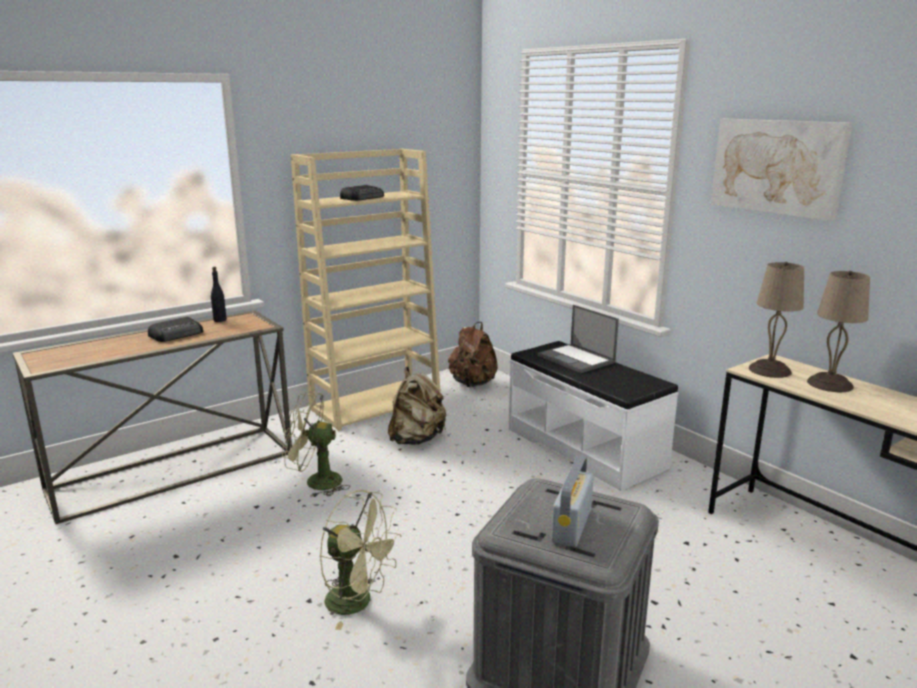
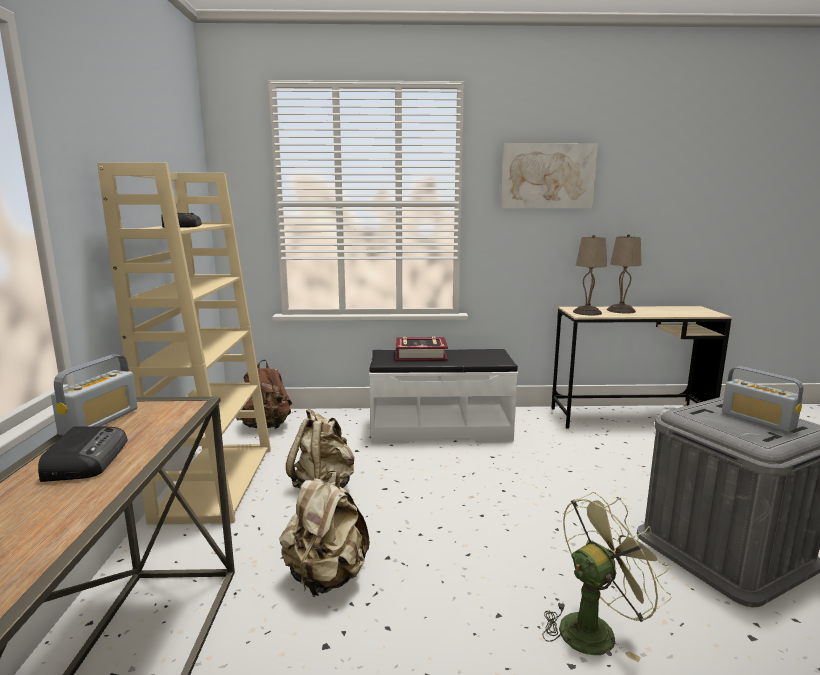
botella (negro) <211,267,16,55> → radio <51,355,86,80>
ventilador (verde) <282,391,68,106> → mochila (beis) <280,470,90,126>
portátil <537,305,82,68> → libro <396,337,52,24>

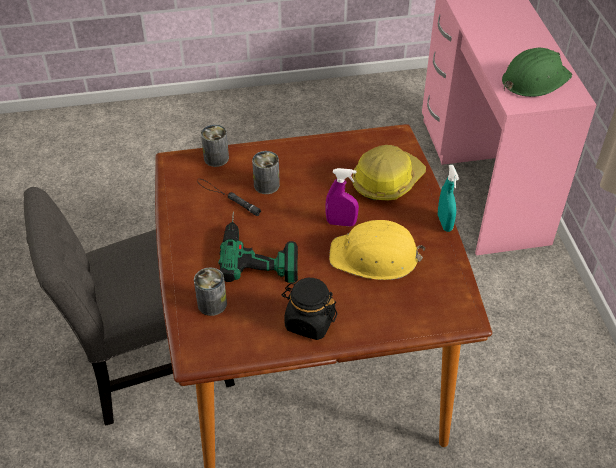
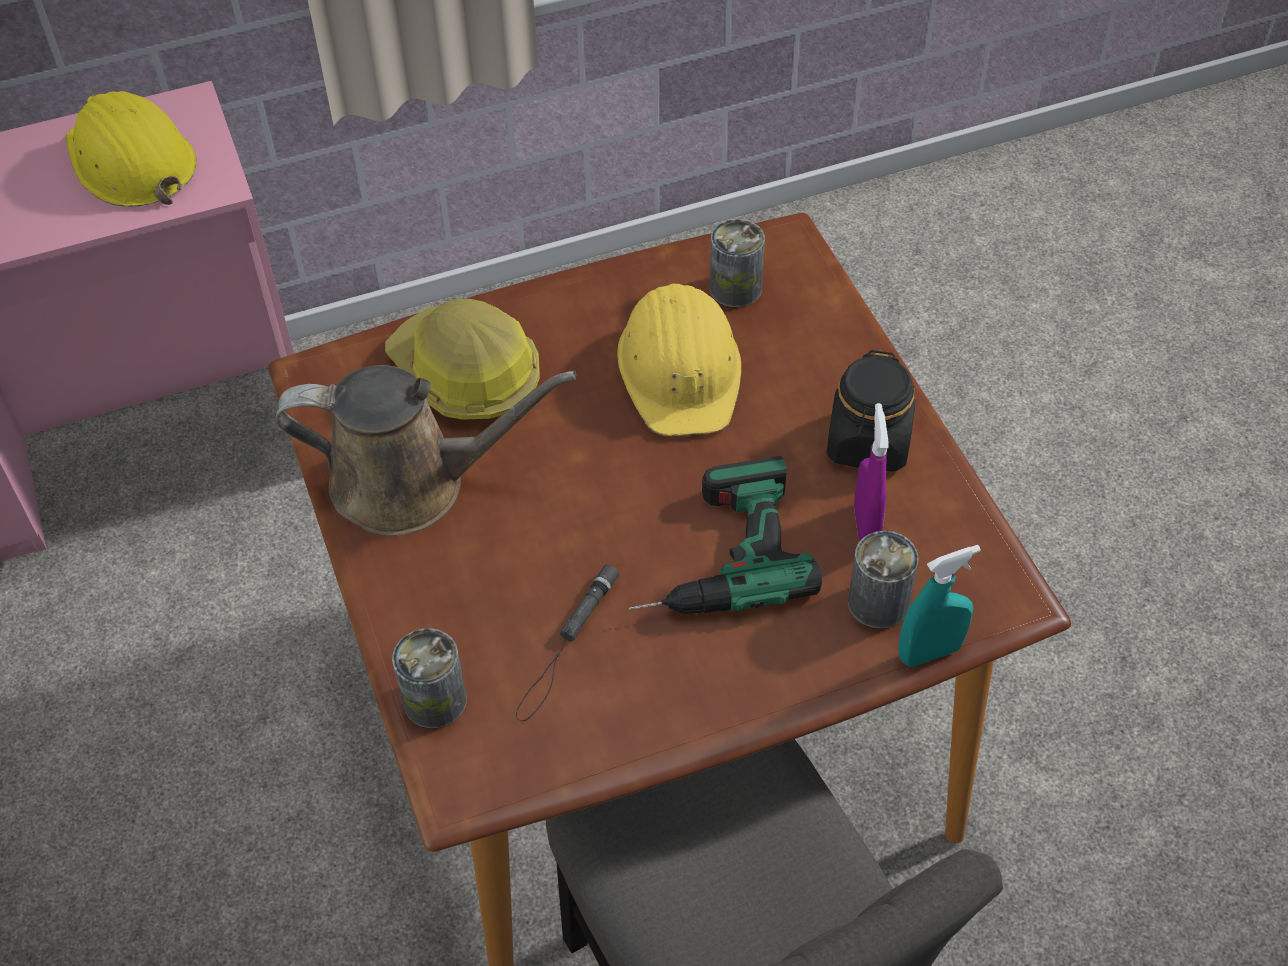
casco (verde) <502,48,70,49> → casco (amarillo) <66,91,131,116>
- → regadera (marrón) <275,365,301,171>
lata <252,151,28,43> → lata <710,219,55,89>, relocated
pulverizador (morado) <325,168,34,59> → pulverizador (morado) <854,403,35,139>, relocated
pulverizador (turquesa) <438,165,21,67> → pulverizador (turquesa) <898,545,83,122>, relocated

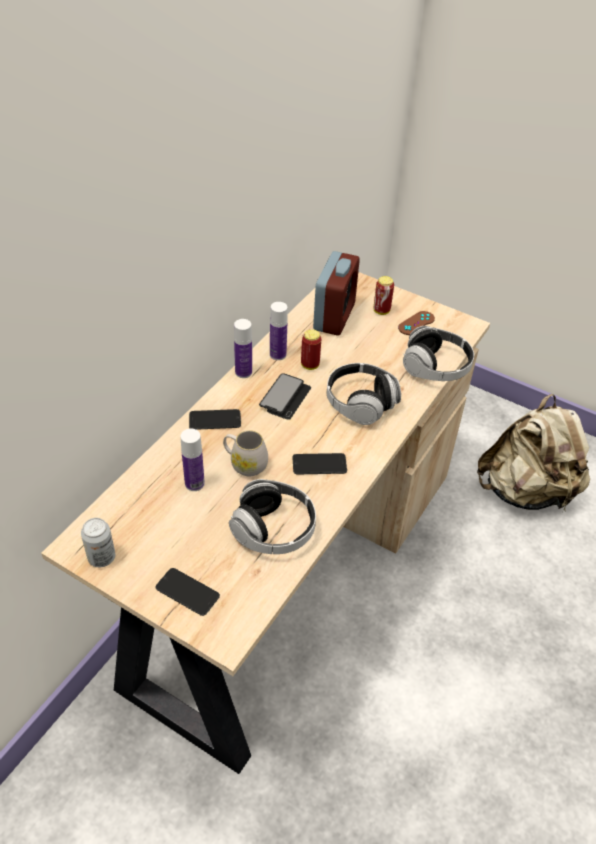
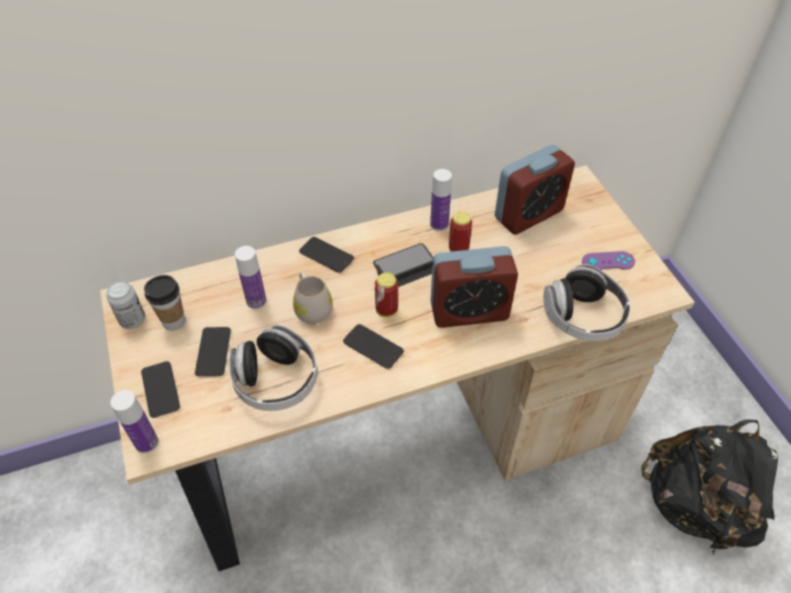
botella <234,319,18,59> → botella <110,390,48,63>, relocated
- → taza <144,275,41,56>
- → móvil <195,327,36,50>
lata <374,276,20,39> → lata <375,272,23,45>, relocated
auriculares <327,363,74,62> → despertador <430,246,88,82>
mando de consola (marrón) <398,311,37,24> → mando de consola (morado) <582,251,53,19>
mochila (beis) <477,394,113,117> → mochila (negro) <641,420,137,135>

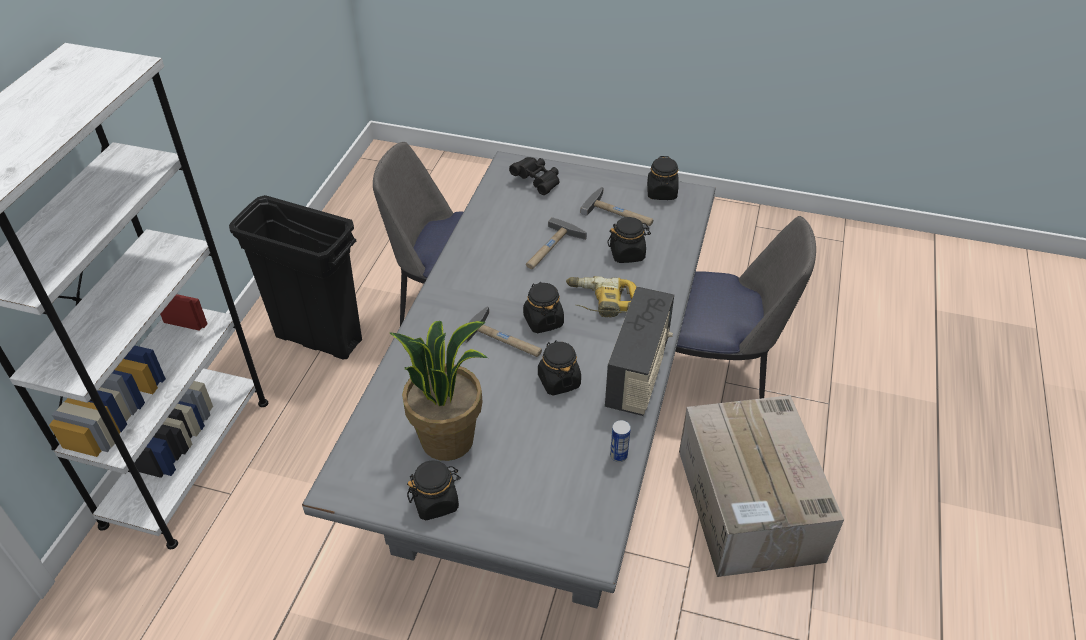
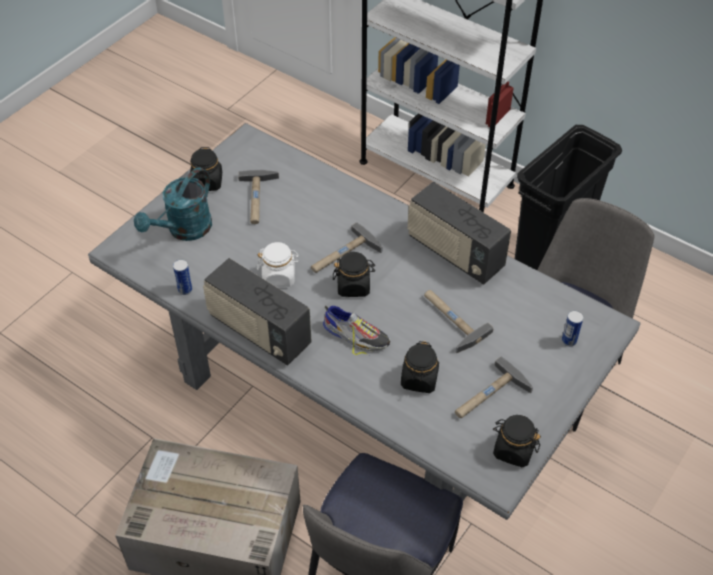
- → regadera (turquesa) <134,167,78,74>
planta en maceta <389,321,99,140> → martillo <238,170,41,54>
tarro (negro) <538,340,43,55> → tarro (blanco) <257,242,42,45>
taladro <566,276,71,41> → zapato <323,306,67,49>
- → radio <407,181,104,103>
prismáticos (negro) <509,157,51,38> → lata <562,311,21,36>

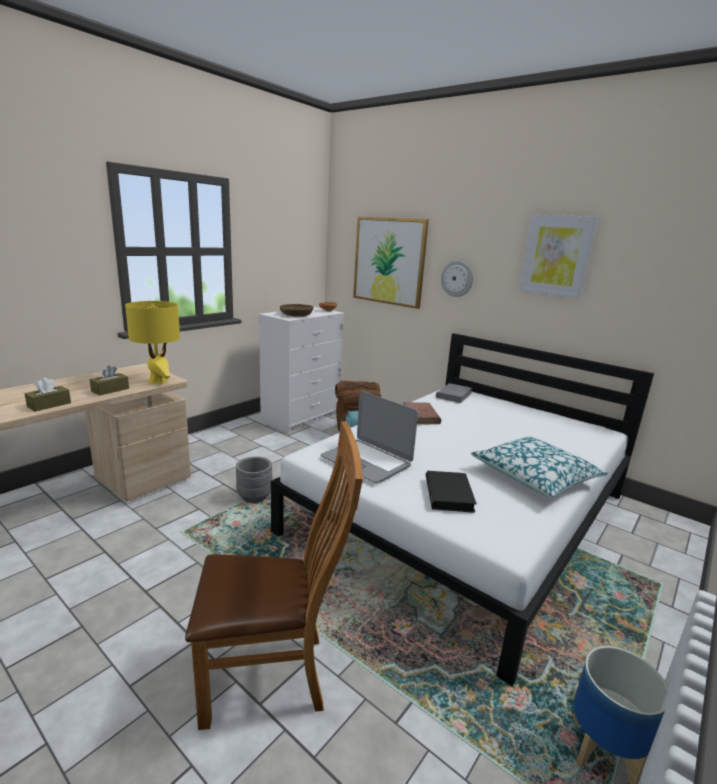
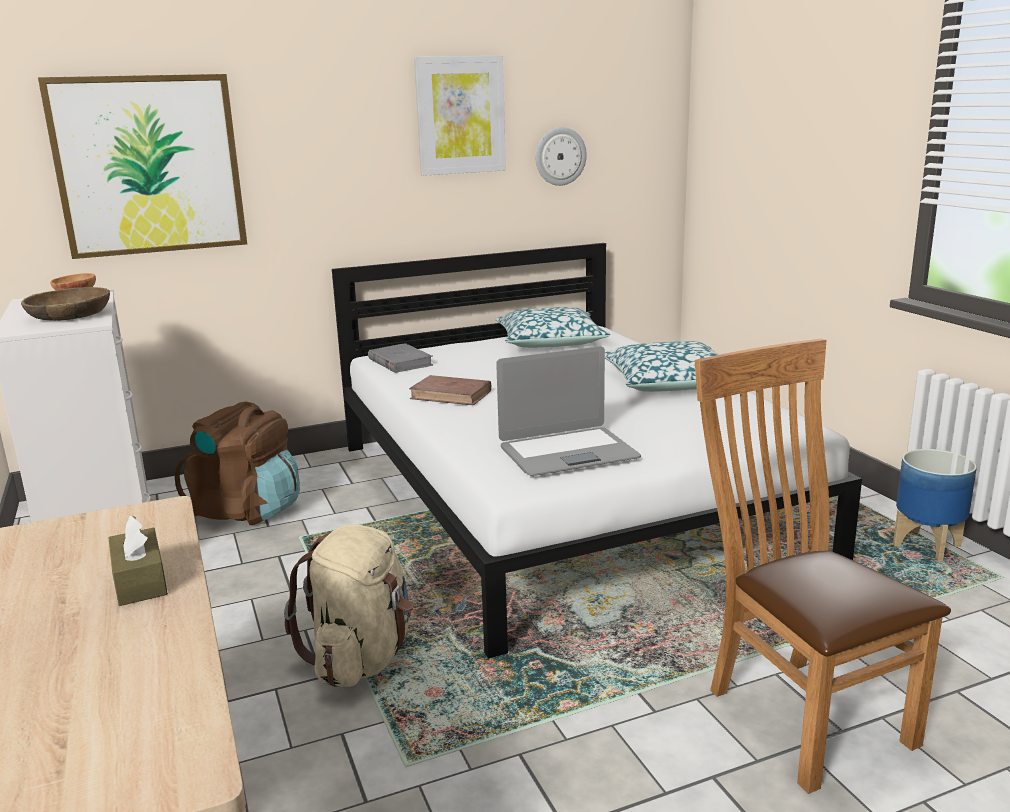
maceta (gris) <236,457,36,46> → mochila (beis) <284,525,129,162>
- → cojín <495,307,115,41>
reloj de pared <441,260,32,37> → reloj de pared <536,127,51,59>, relocated
silla (marrón) <185,421,178,309> → silla (marrón) <695,339,256,455>, 45 degrees counterclockwise
caja de pañuelos (marrón) <25,377,46,35> → -
lámpara de mesa (amarillo) <125,301,55,83> → -
libro (negro) <426,471,51,42> → -

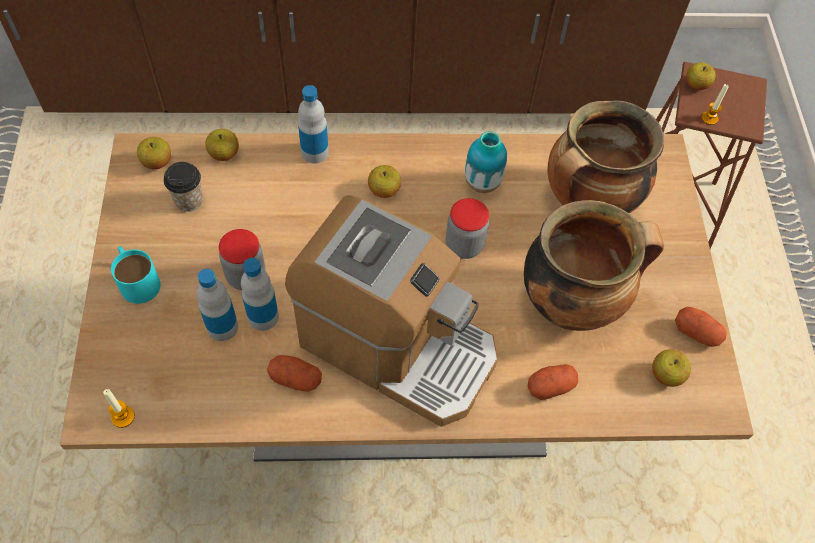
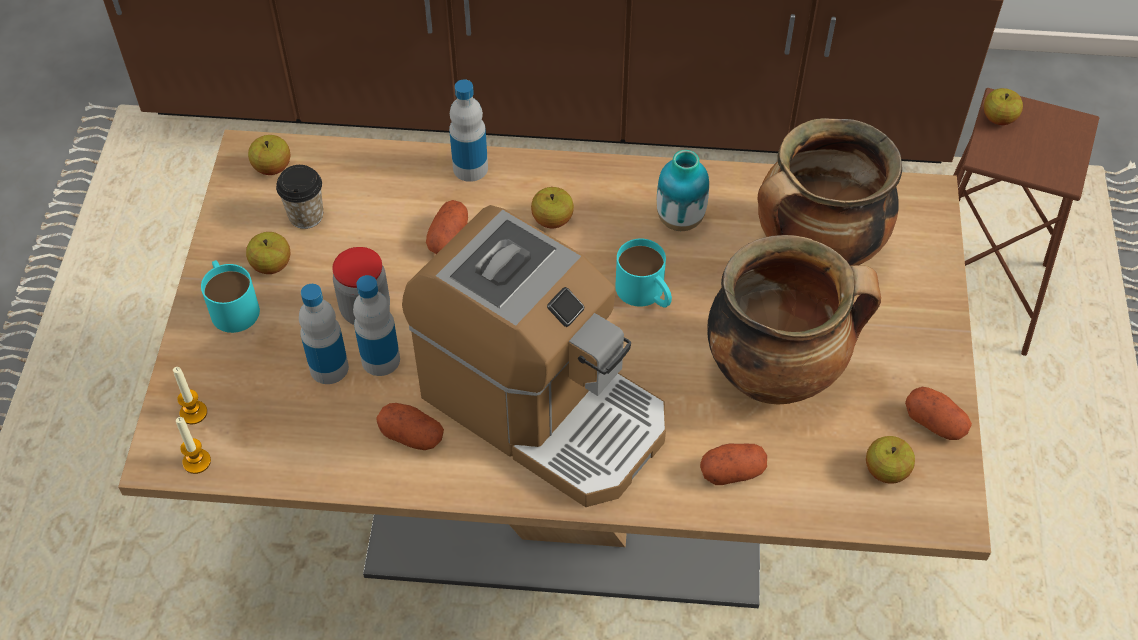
vela <701,84,28,41> → vela <173,367,34,57>, relocated
manzana <205,129,34,32> → manzana <246,232,45,42>, relocated
- → patata <426,200,42,54>
tarro <445,198,44,61> → taza grande (turquesa) <615,238,57,70>

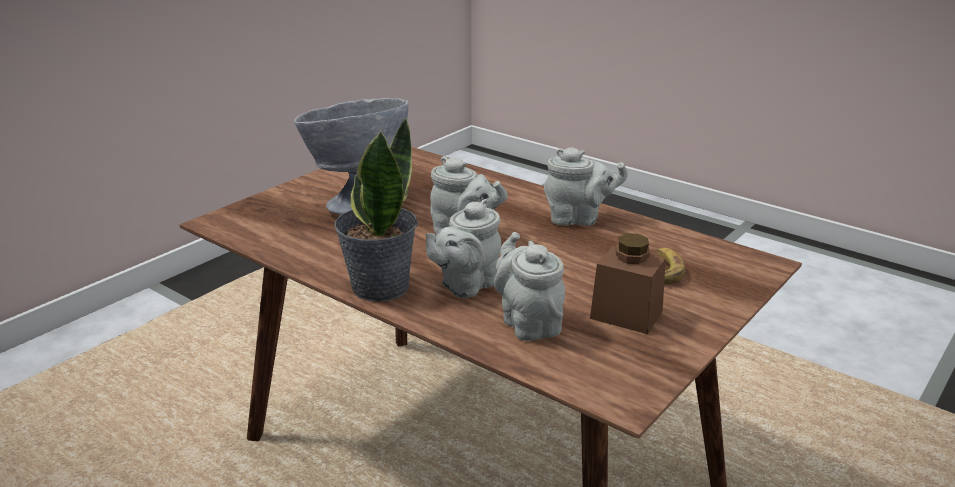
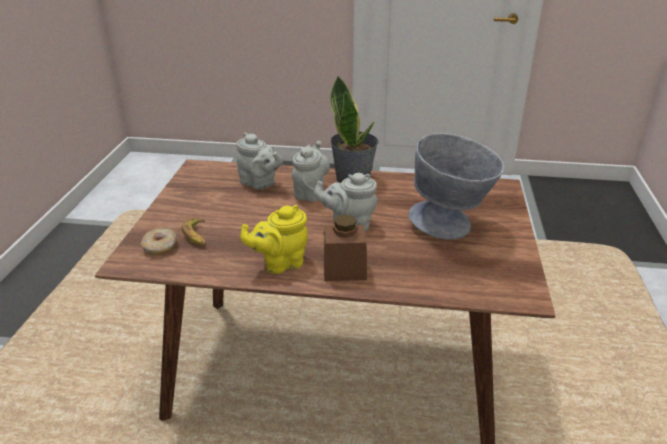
- → rosquilla <141,228,36,28>
tetera (gris) <544,147,84,79> → tetera (amarillo) <240,205,68,69>
tarro (marrón) <590,233,76,101> → tarro (marrón) <324,215,43,66>, relocated

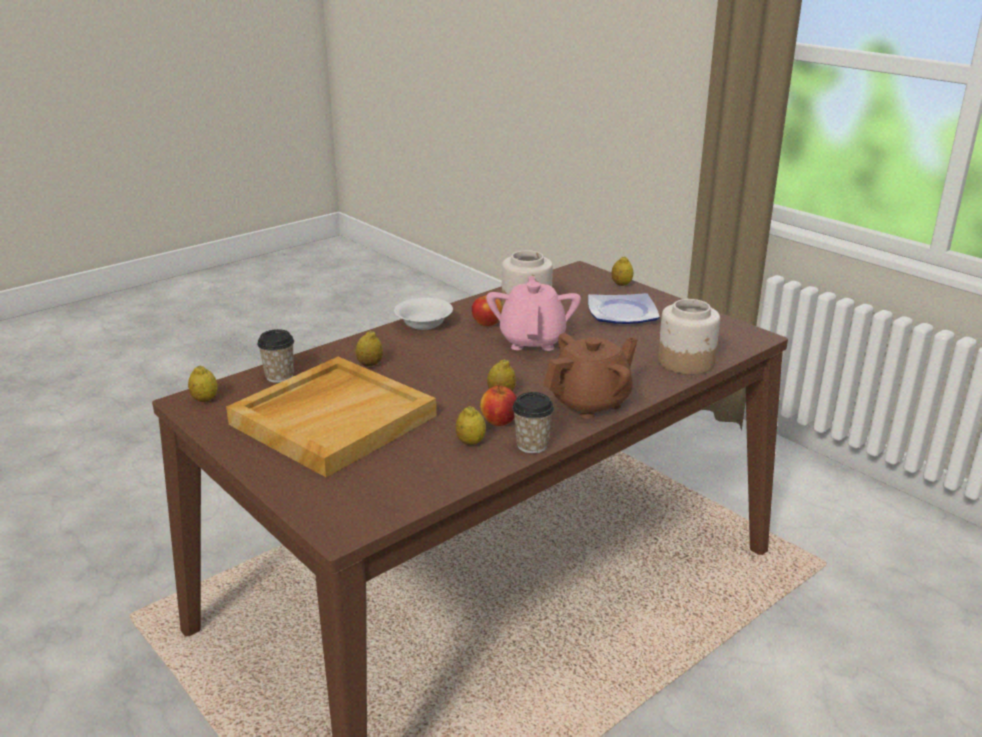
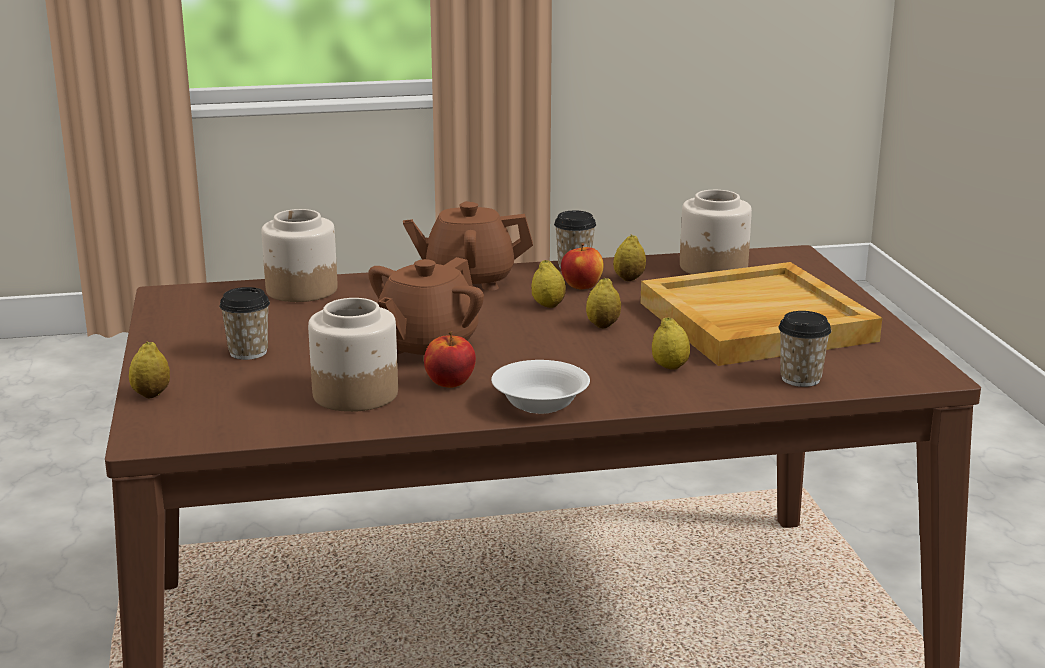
plato <588,293,72,31> → taza <219,287,51,73>
tetera (rosa) <486,276,95,75> → tetera (marrón) <368,257,116,105>
limón <188,365,30,37> → limón <586,278,35,51>, relocated
- → tarro <680,190,72,84>

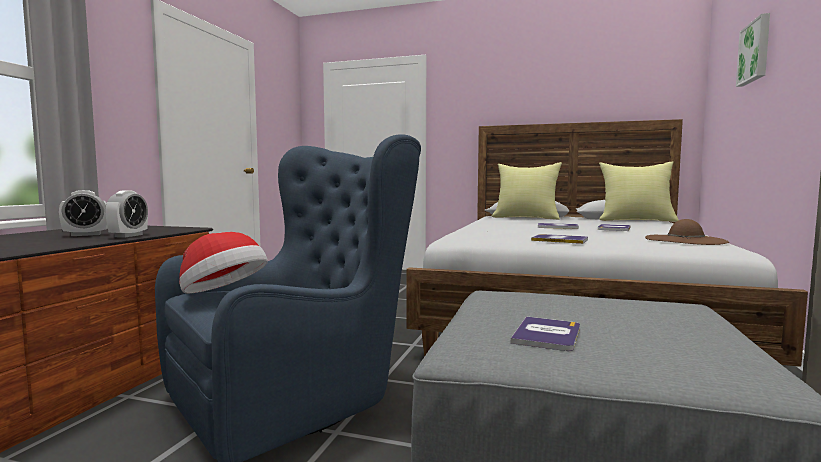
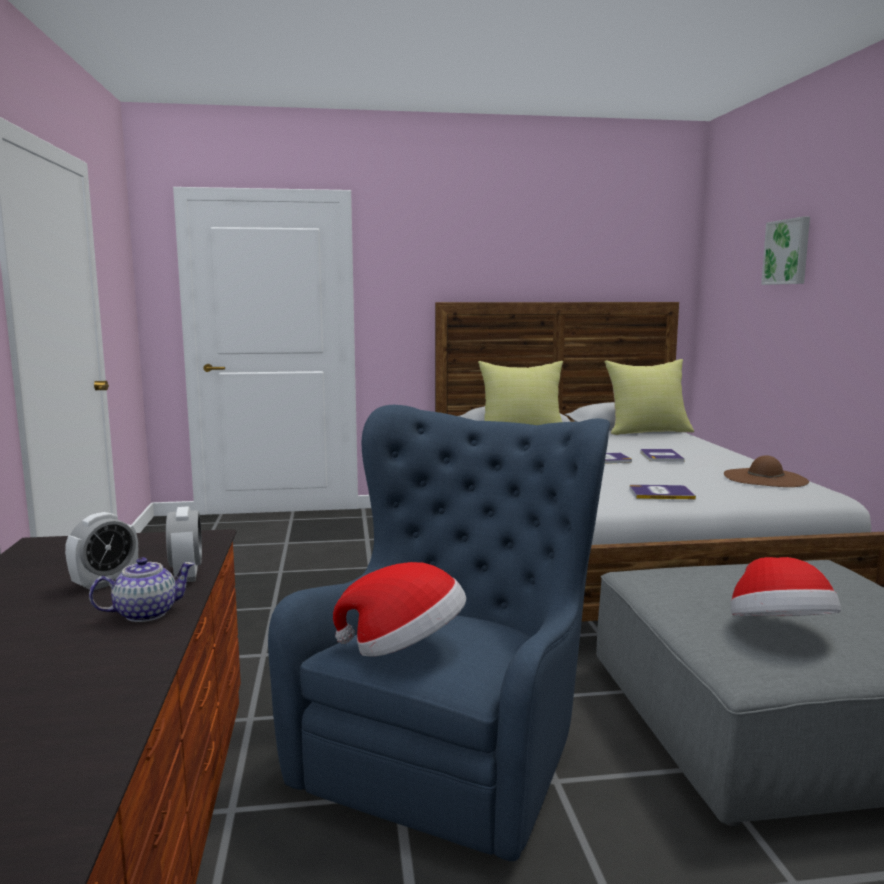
- → tetera <89,557,106,65>
libro <511,316,69,35> → sombrero <731,557,110,59>

